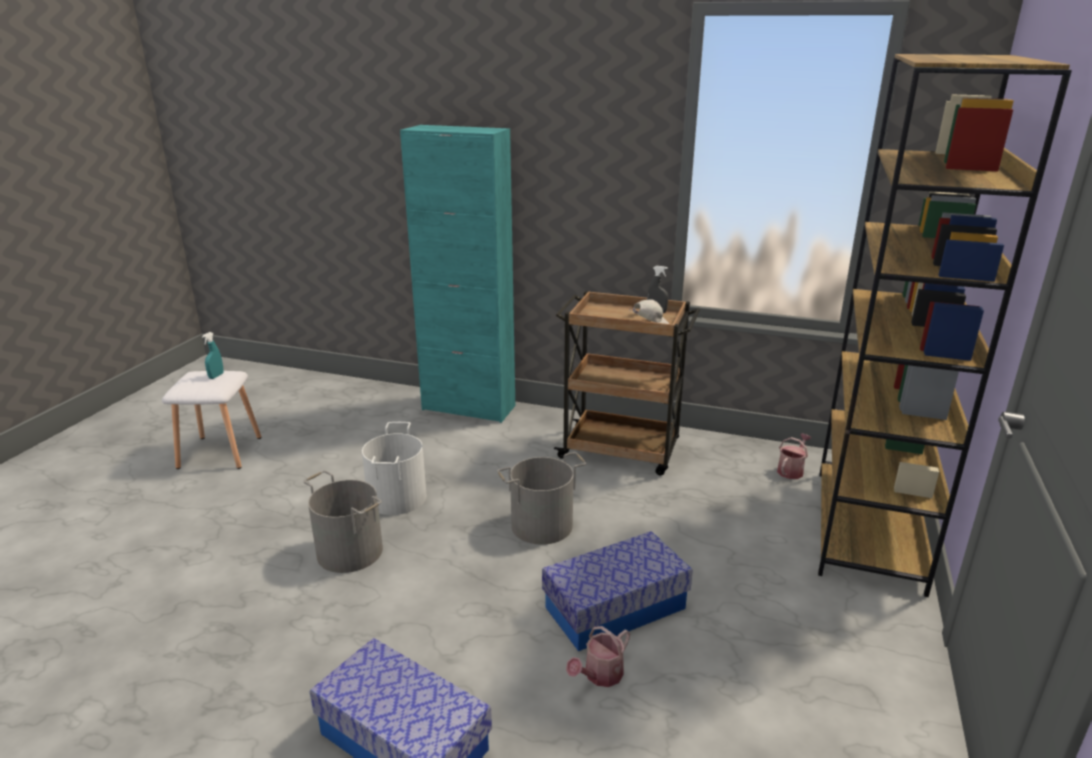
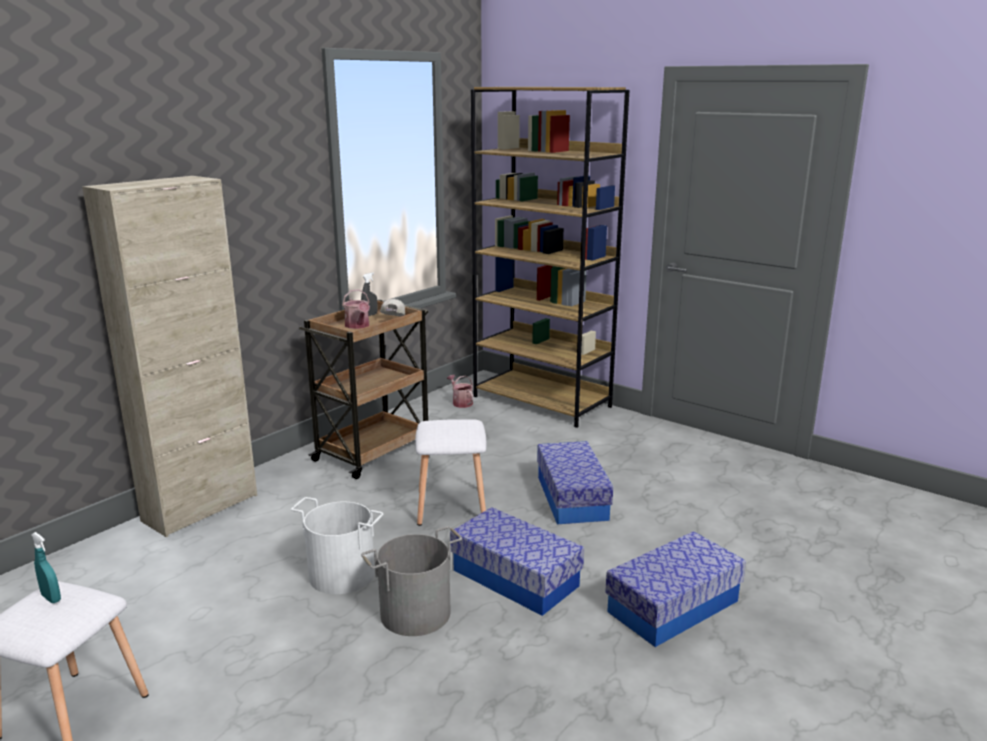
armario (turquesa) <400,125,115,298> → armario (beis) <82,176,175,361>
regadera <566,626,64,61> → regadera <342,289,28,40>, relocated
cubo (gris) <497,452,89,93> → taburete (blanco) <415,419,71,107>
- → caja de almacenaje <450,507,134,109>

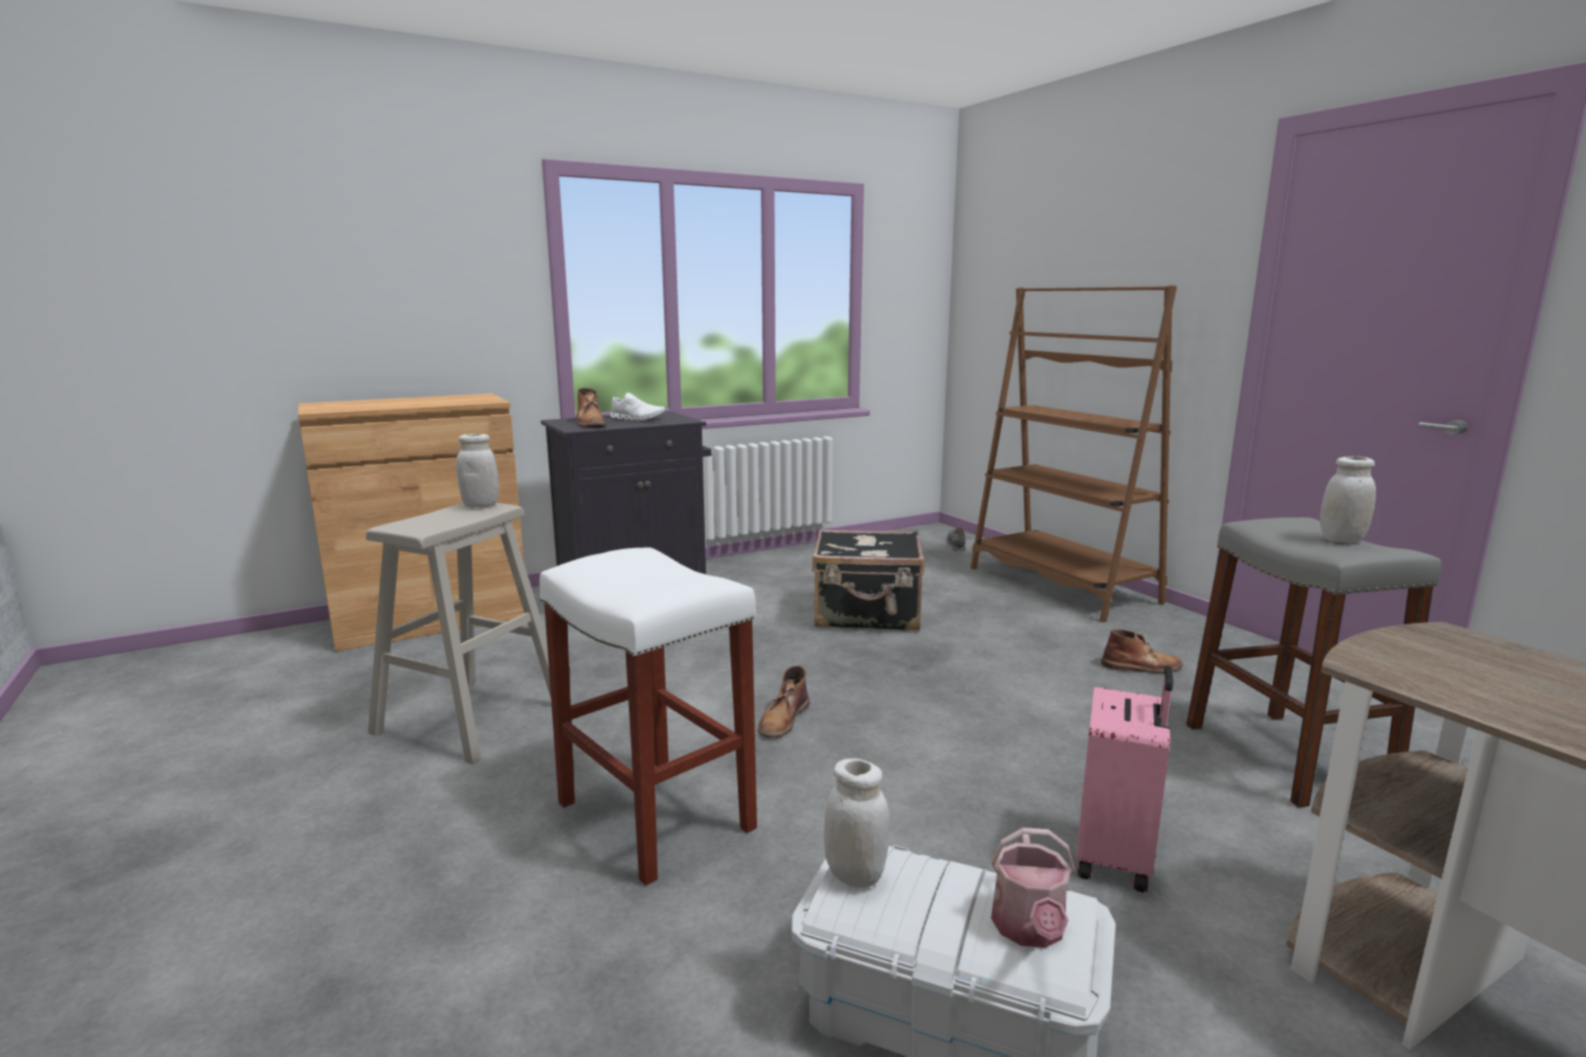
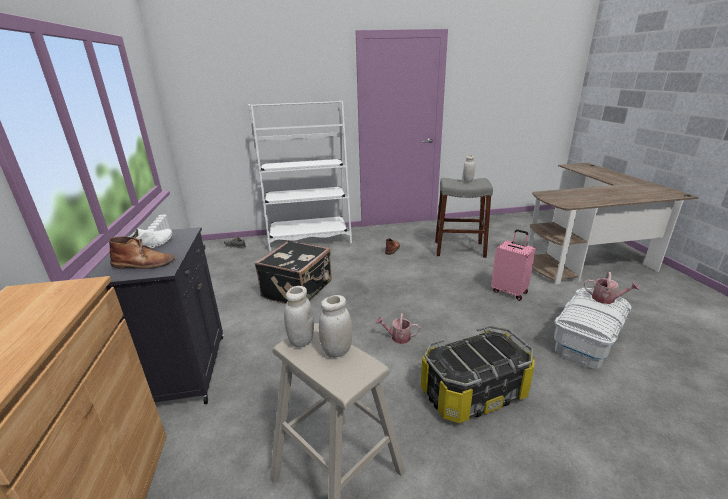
estantería (marrón) <970,285,207,337> → estantería (blanco) <248,101,104,150>
tarro (blanco) <824,758,66,130> → tarro (blanco) <319,295,33,63>, relocated
bota (marrón) <758,666,51,72> → regadera <376,313,44,31>
taburete (blanco) <539,547,218,339> → caja de almacenaje <421,325,114,98>

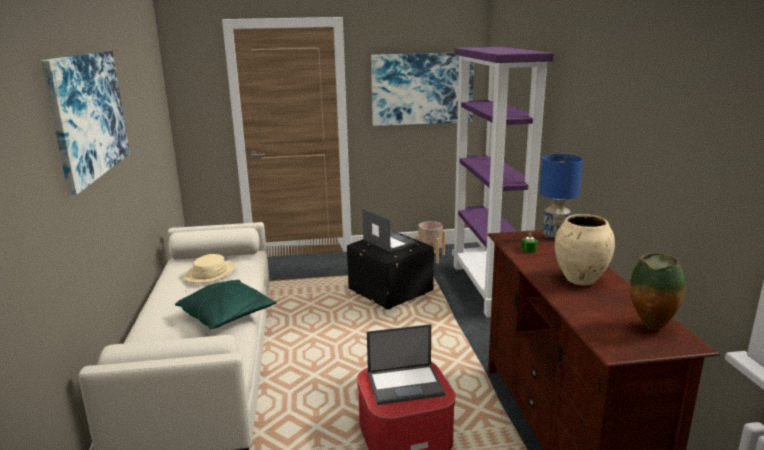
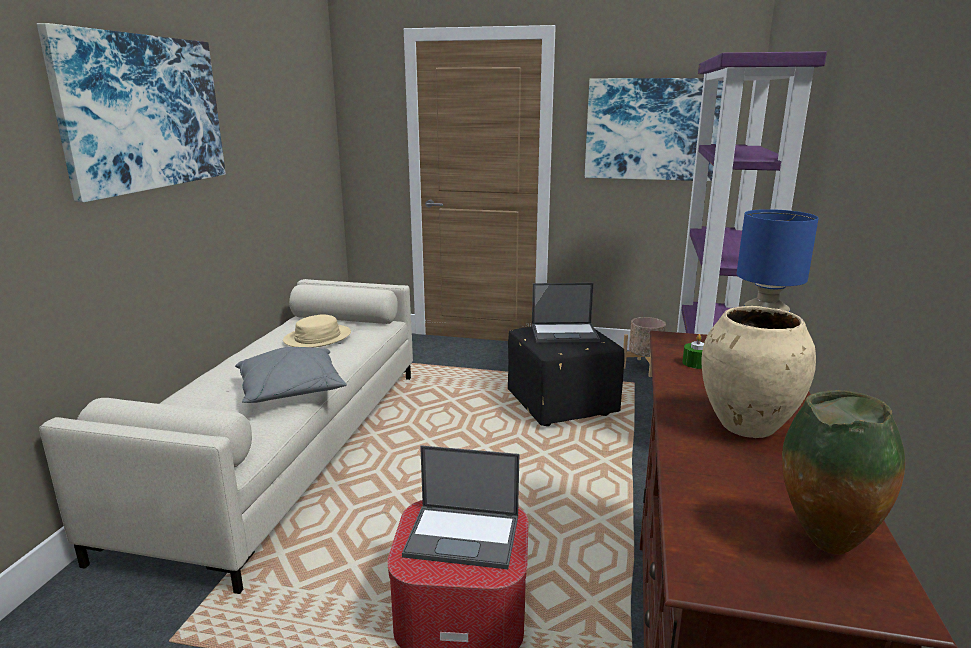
cojín (verde) <175,280,102,49> → cojín (gris) <235,347,112,56>
portátil <362,209,55,43> → portátil <532,283,68,60>, 105 degrees clockwise

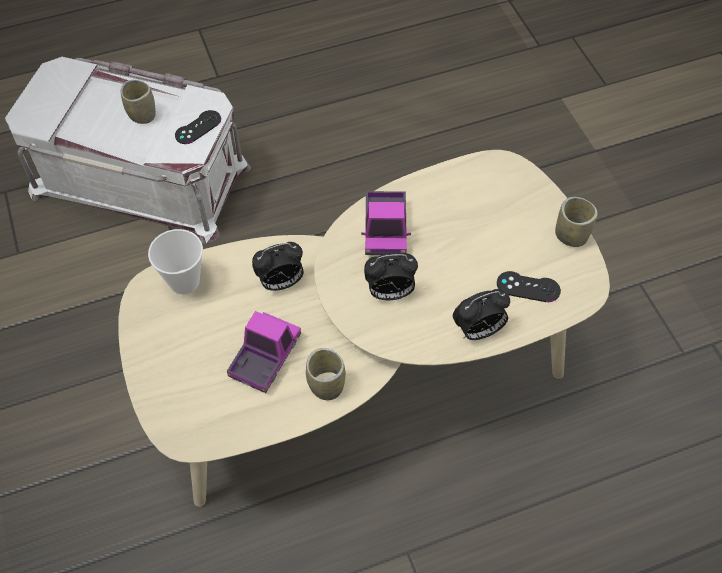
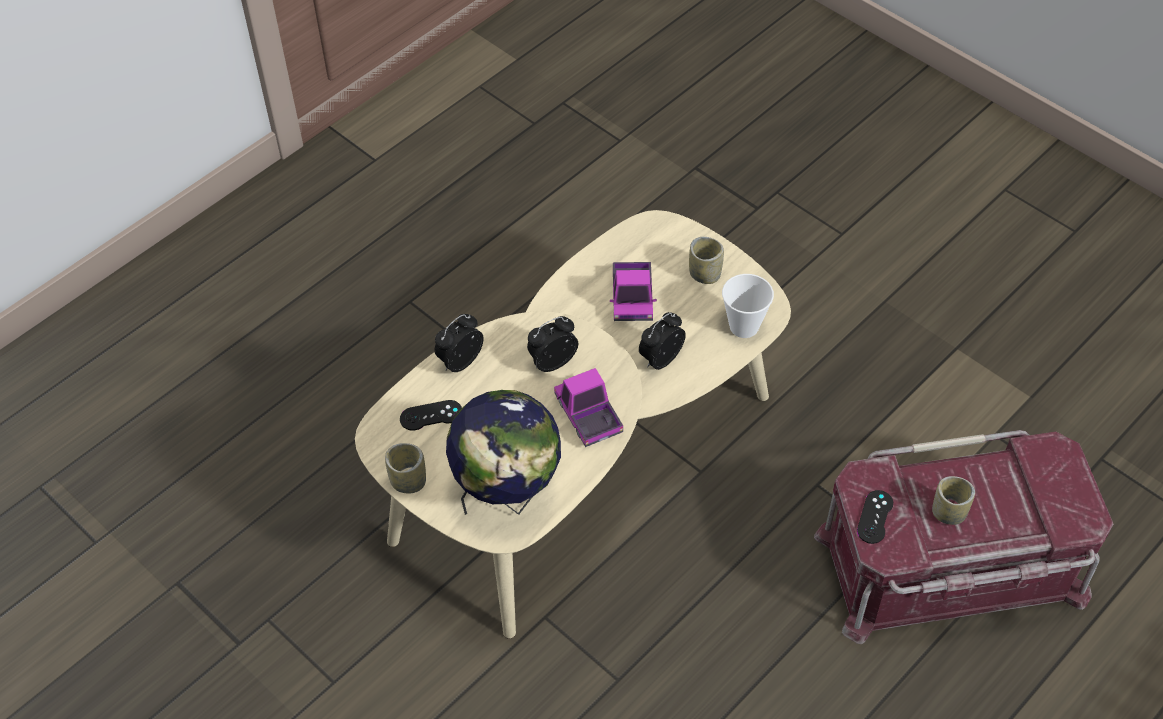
- → globo terráqueo <446,390,115,125>
taza <306,348,40,52> → taza <689,237,35,47>, relocated
caja de almacenaje (blanco) <5,57,246,187> → caja de almacenaje (rojo) <814,430,299,214>

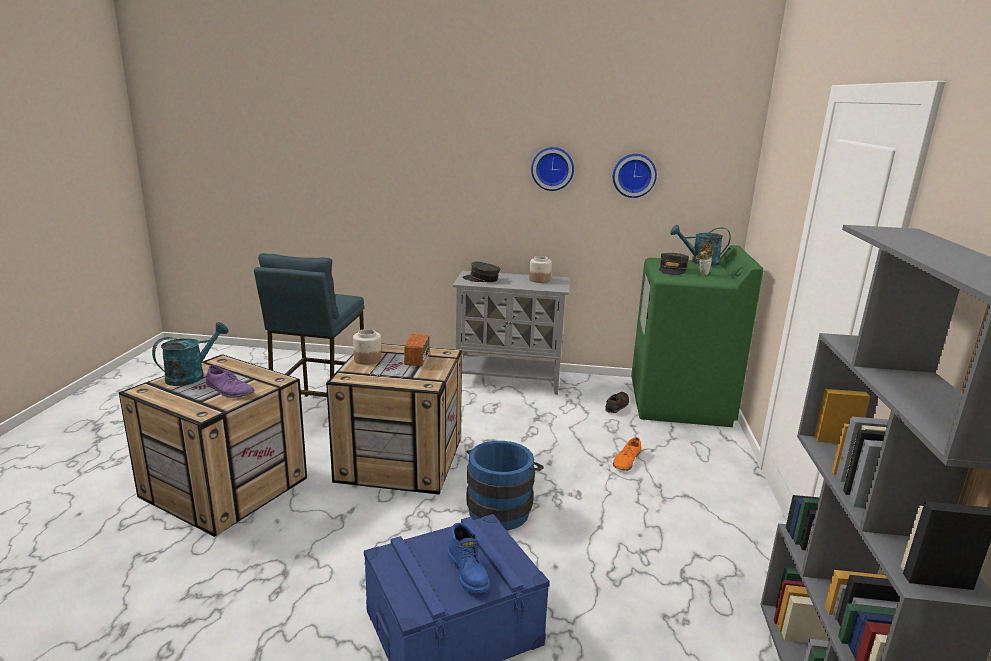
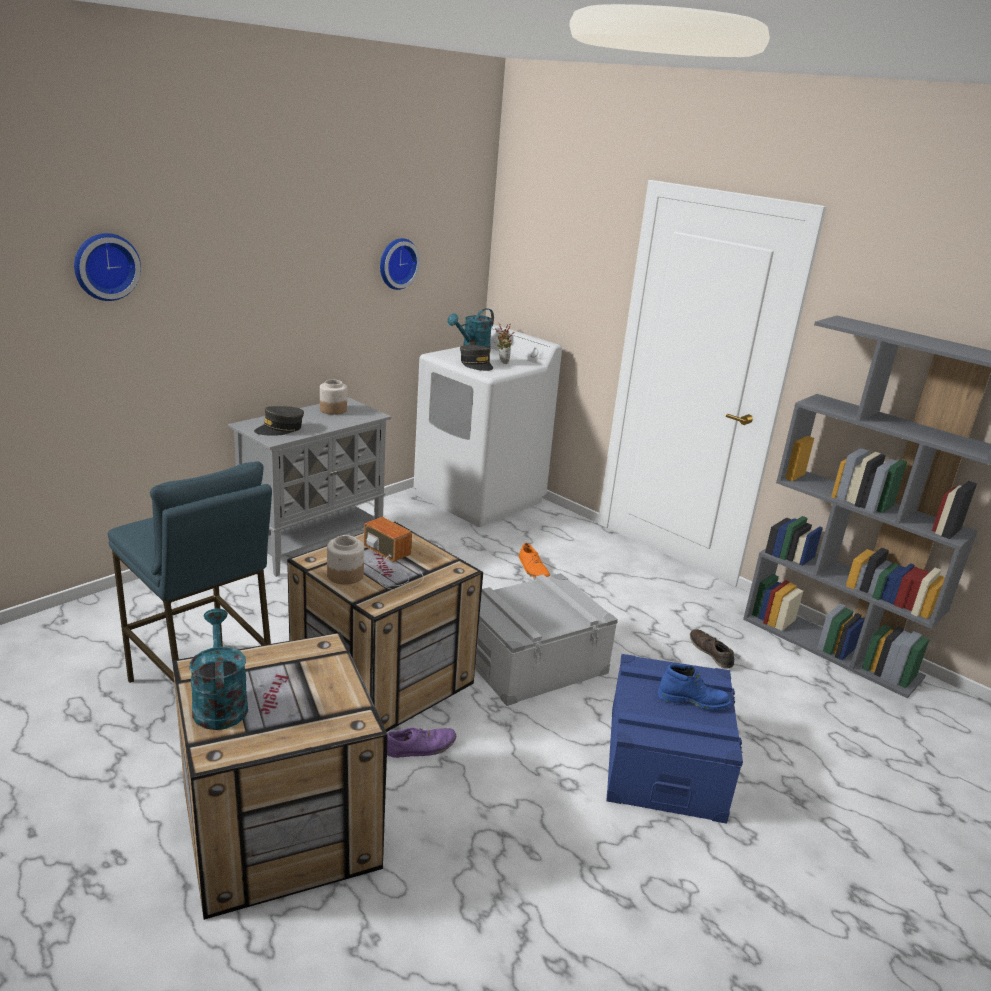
reloj de pared <531,147,43,44> → reloj de pared <74,233,67,68>, relocated
zapato (morado) <206,365,49,33> → zapato (morado) <387,727,69,31>, relocated
lavadora (verde) <631,245,132,182> → lavadora (blanco) <414,324,148,203>
cubo (azul) <466,441,78,90> → caja de almacenaje (gris) <475,573,143,133>
zapato (marrón) <605,392,24,21> → zapato (marrón) <690,629,44,40>, relocated

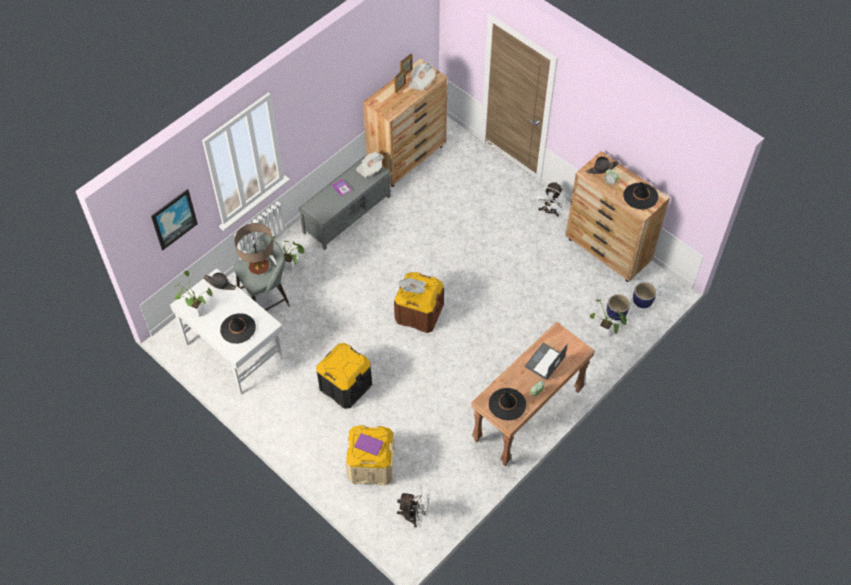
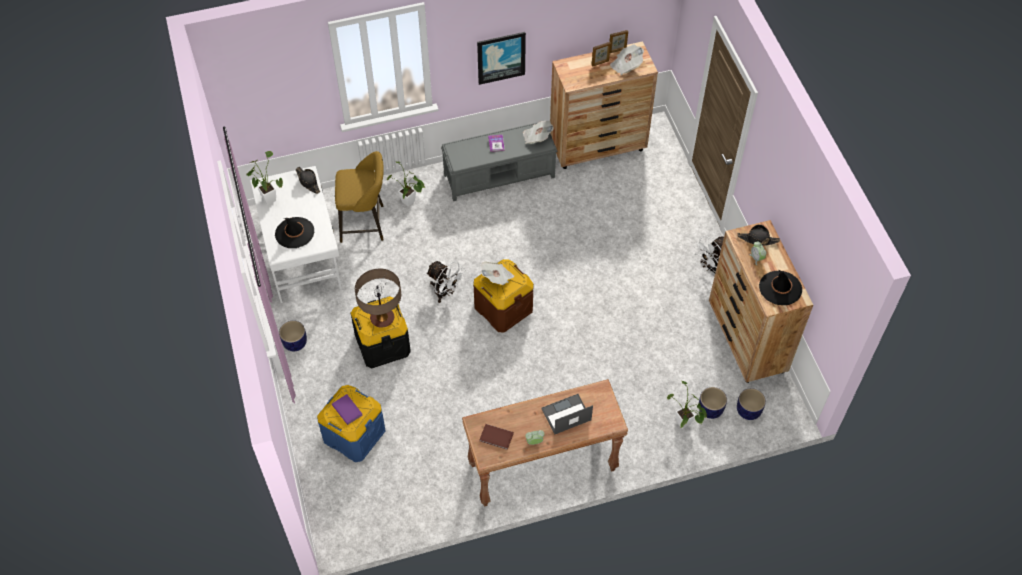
- → maceta <279,321,28,30>
caja de almacenaje (beis) <346,425,49,60> → caja de almacenaje (azul) <317,385,69,77>
taburete (gris) <233,233,57,78> → taburete (amarillo) <335,151,49,92>
lámpara de mesa <234,223,40,51> → lámpara de mesa <355,269,46,59>, relocated
ventilador (blanco) <397,486,33,42> → ventilador (blanco) <426,261,39,42>, relocated
cuadro <151,189,47,61> → cuadro <477,32,49,53>, relocated
sombrero (negro) <489,388,37,32> → libro (marrón) <479,424,35,26>

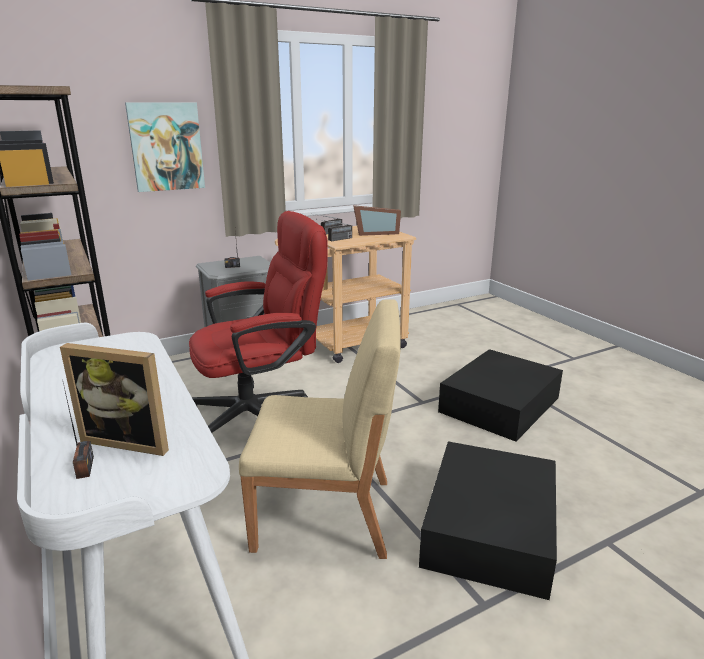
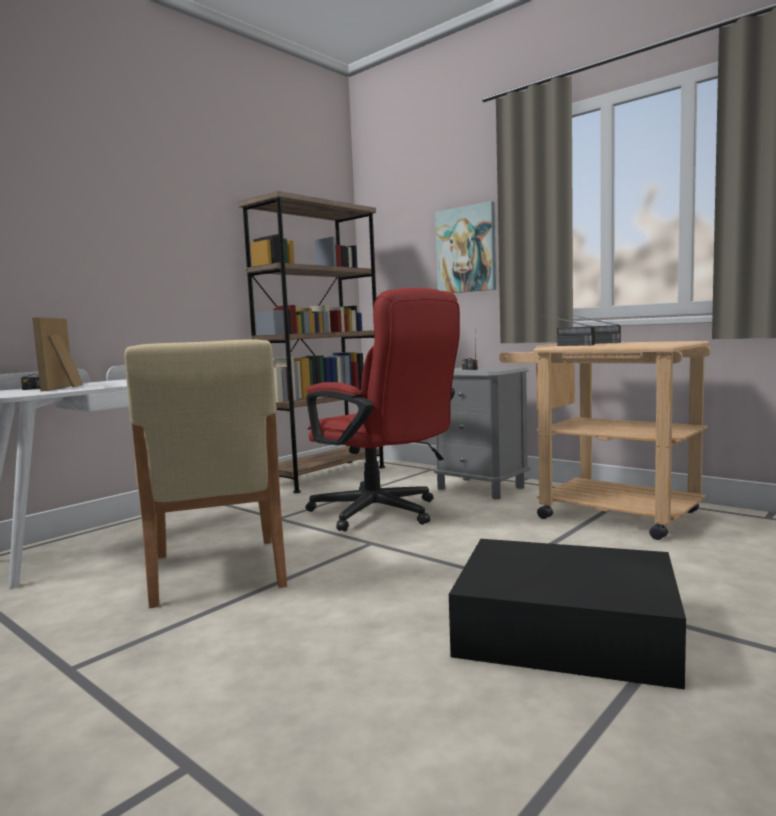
portarretratos <353,205,48,31> → -
caja de almacenaje (negro) <419,441,138,159> → -

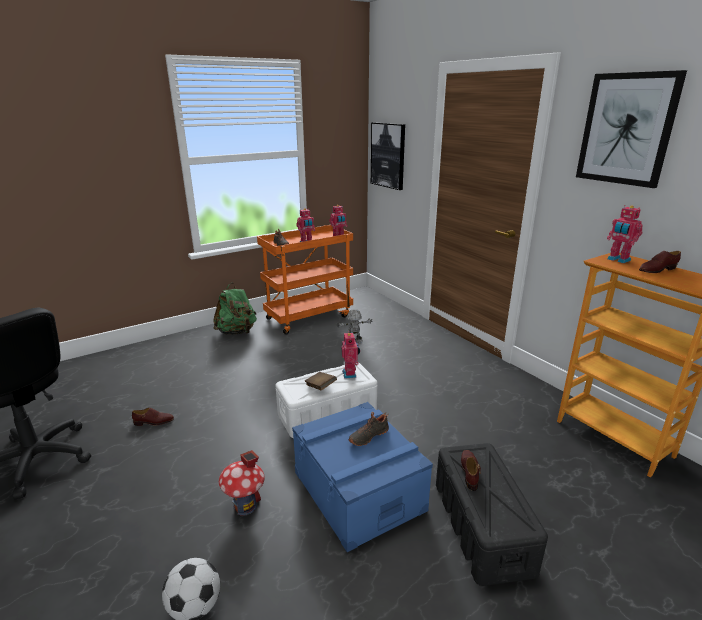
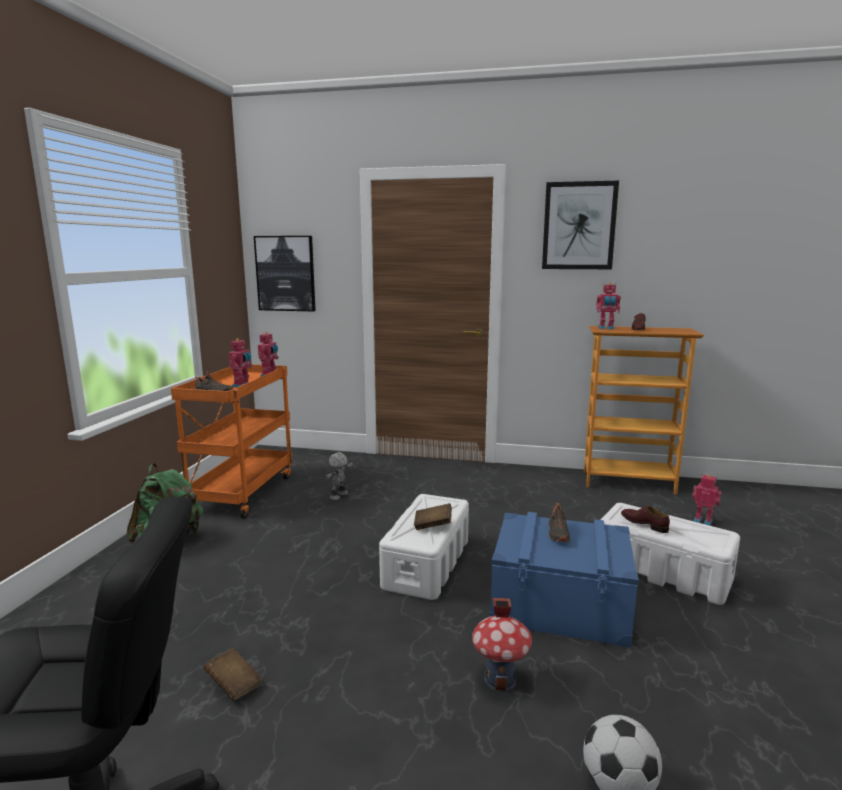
zapato (marrón) <132,408,42,18> → libro (marrón) <203,648,59,53>
caja de almacenaje (negro) <436,443,112,143> → caja de almacenaje (blanco) <601,503,139,102>
robot de juguete <342,331,18,48> → robot de juguete <692,474,29,52>, relocated

